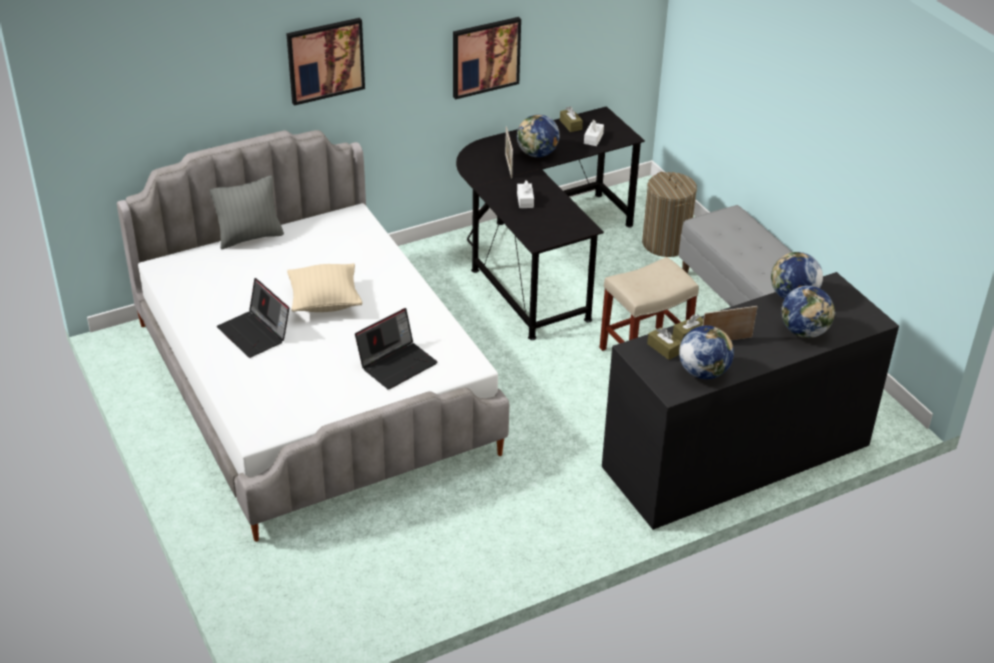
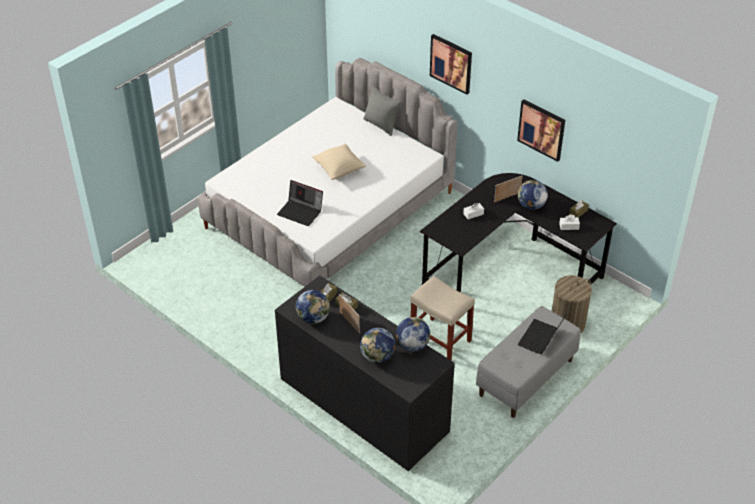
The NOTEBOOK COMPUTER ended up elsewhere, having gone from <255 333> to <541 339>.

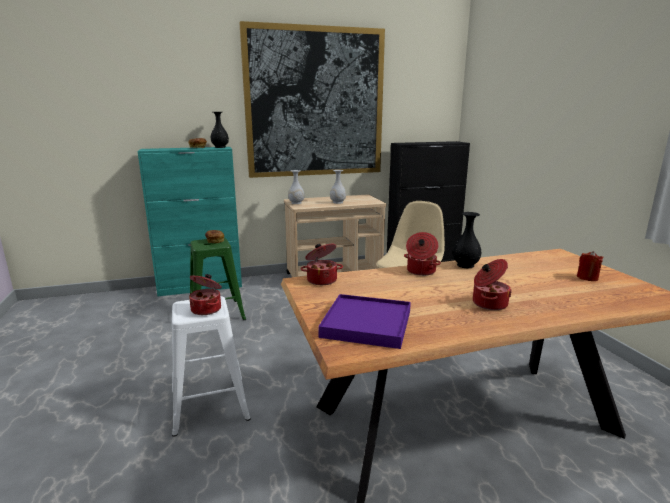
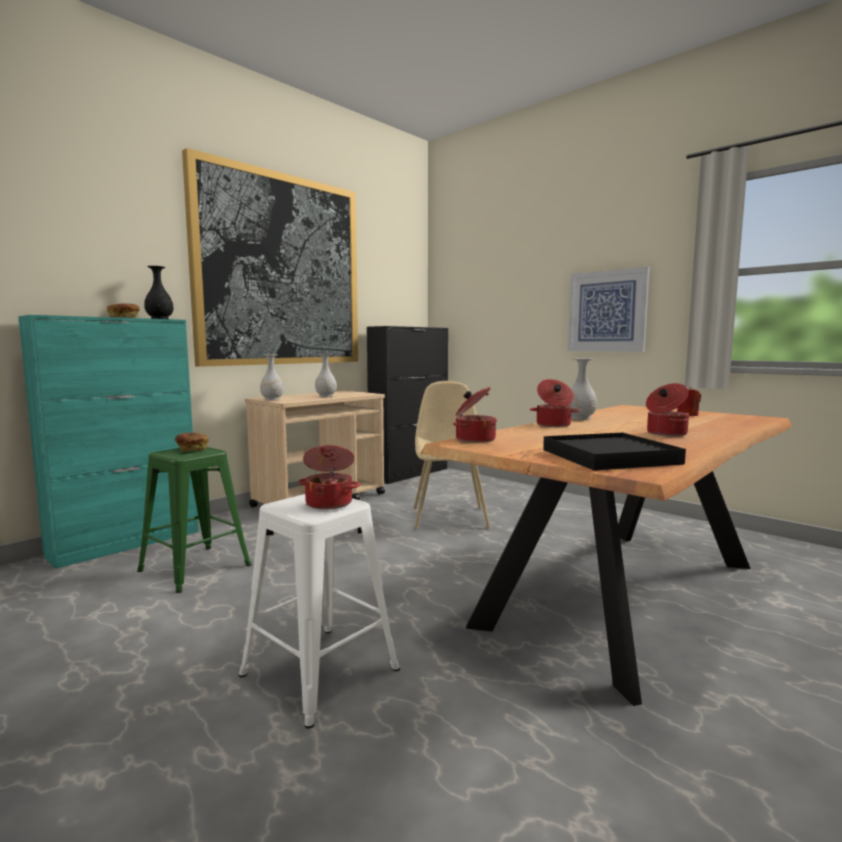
The second view gained the WALL ART at <607 311>.
What was the PURPLISH CARRYING TRAY at <366 324> turned into the BLACK CARRYING TRAY at <609 457>.
What was the BLACK VASE at <465 265> turned into the WHITE VASE at <580 418>.

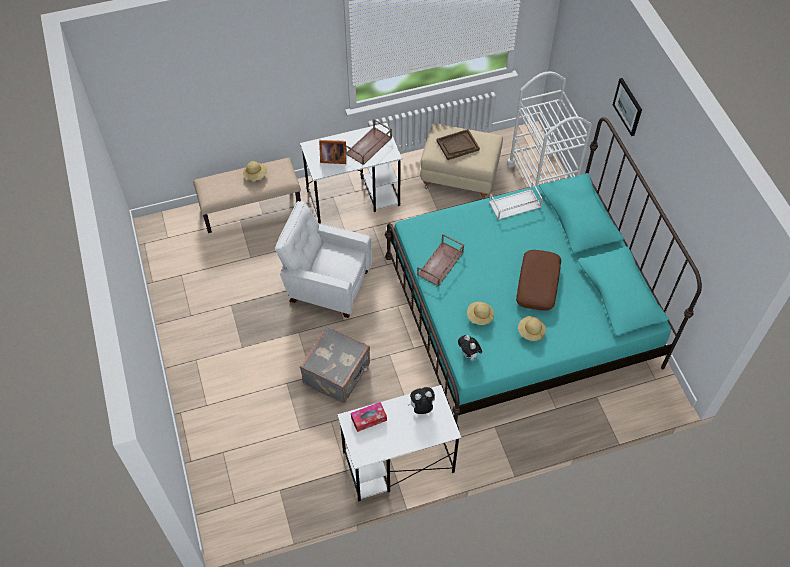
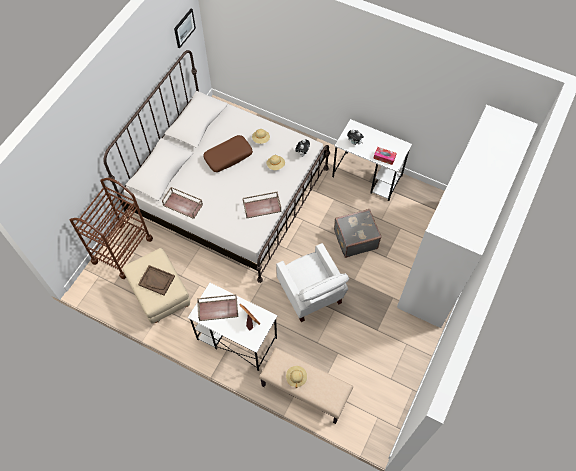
The second view gained the WHITE CLOTHES CUPBOARD at <444 260>.
The WALL ART ended up elsewhere, having gone from <628 106> to <184 28>.
What was the BLUE-GREEN SLEEPING BED at <520 310> turned into the WHITE SLEEPING BED at <228 192>.
What was the WHITE CARRYING TRAY at <514 205> turned into the BROWNISH CARRYING TRAY at <183 205>.
What was the WHITE CART at <541 181> turned into the BROWNISH CART at <122 250>.

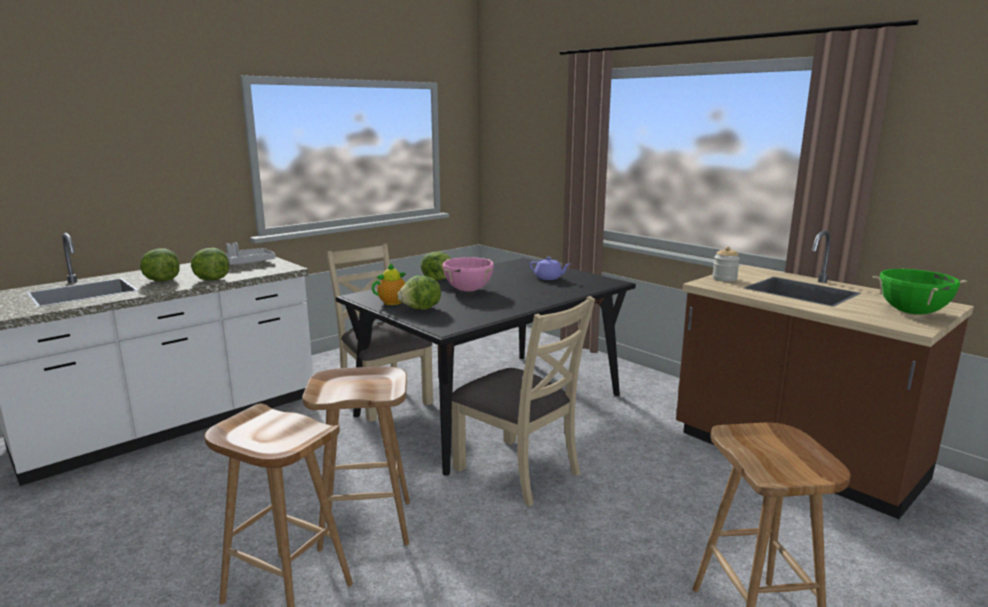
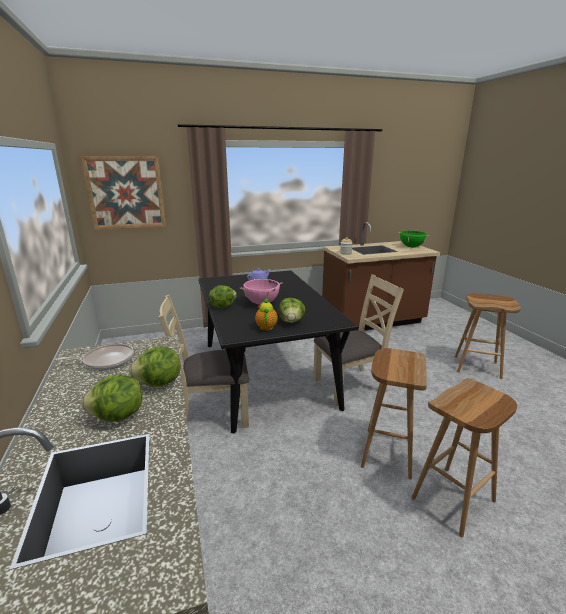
The second view gained the WALL ART at <126 193>.
Where the GREYISH CARRYING TRAY stood at <247 263>, the SKILLET came to stand at <106 361>.

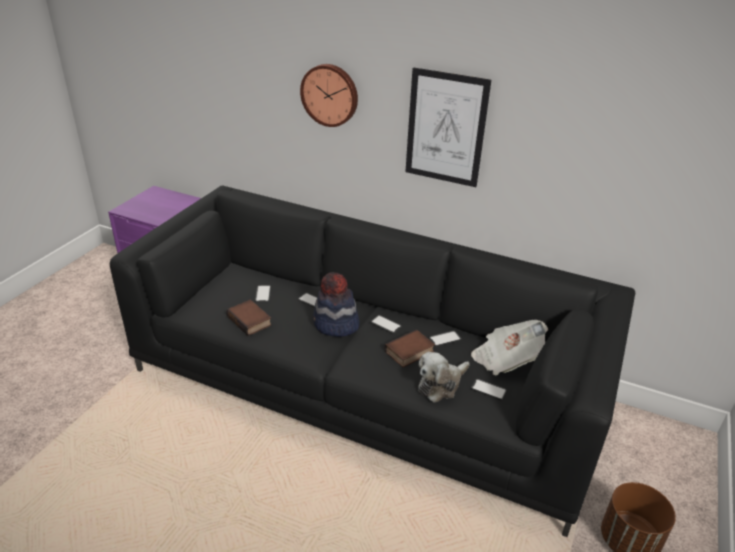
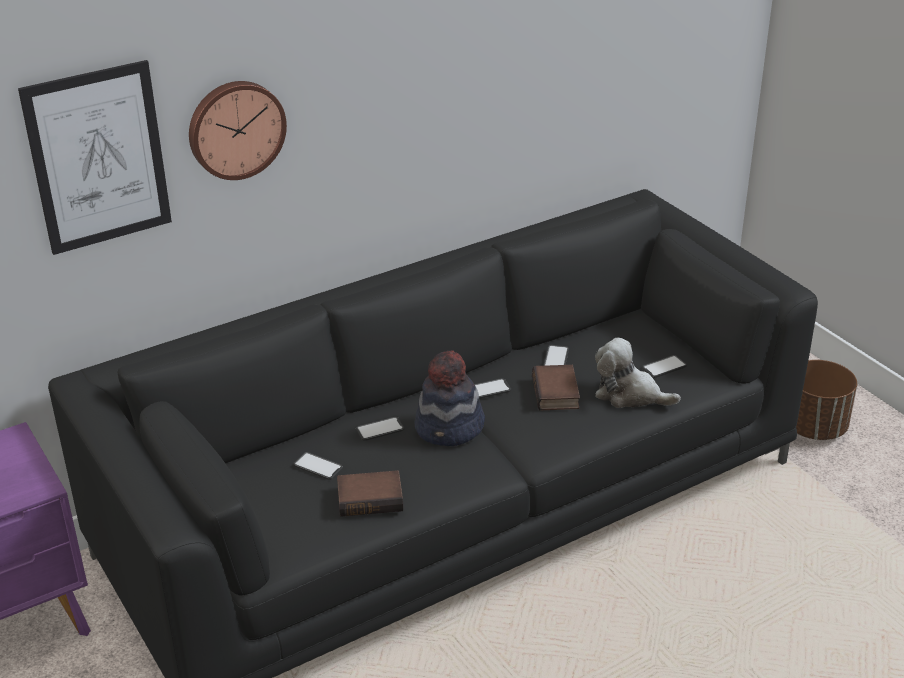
The second view lost the PRINTED PAPER at <506 359>.
The WALL ART ended up elsewhere, having gone from <446 128> to <98 158>.
The PLUSH TOY at <441 385> ended up facing another way, 120 degrees clockwise from before.

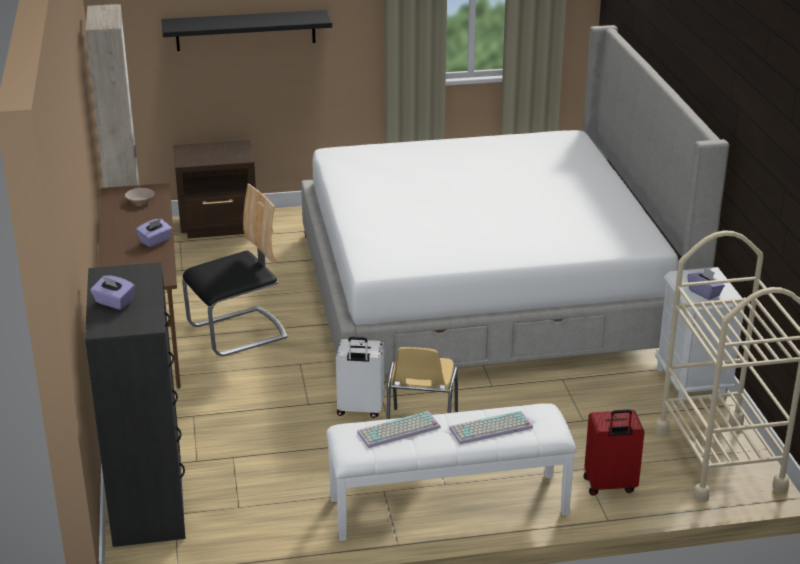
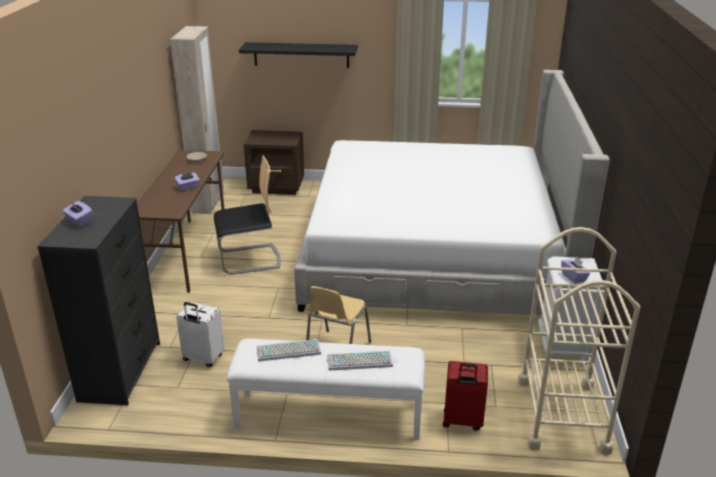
The WHITE TRAVEL CASE ended up elsewhere, having gone from <360 410> to <203 358>.

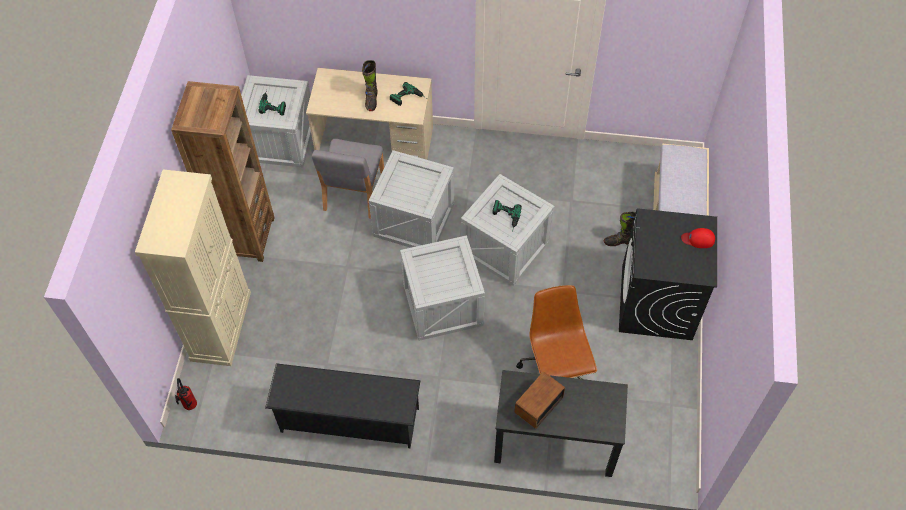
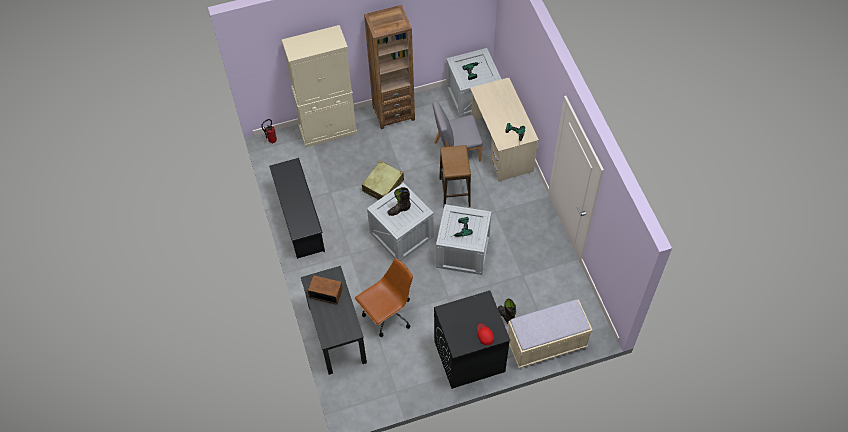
The second view gained the BEIGE TRAVEL CASE at <383 185>.
The BLACK HIGH-TOP BOOT ended up elsewhere, having gone from <371 100> to <399 210>.
Where the CRATE stood at <414 220>, the STOOL came to stand at <454 192>.

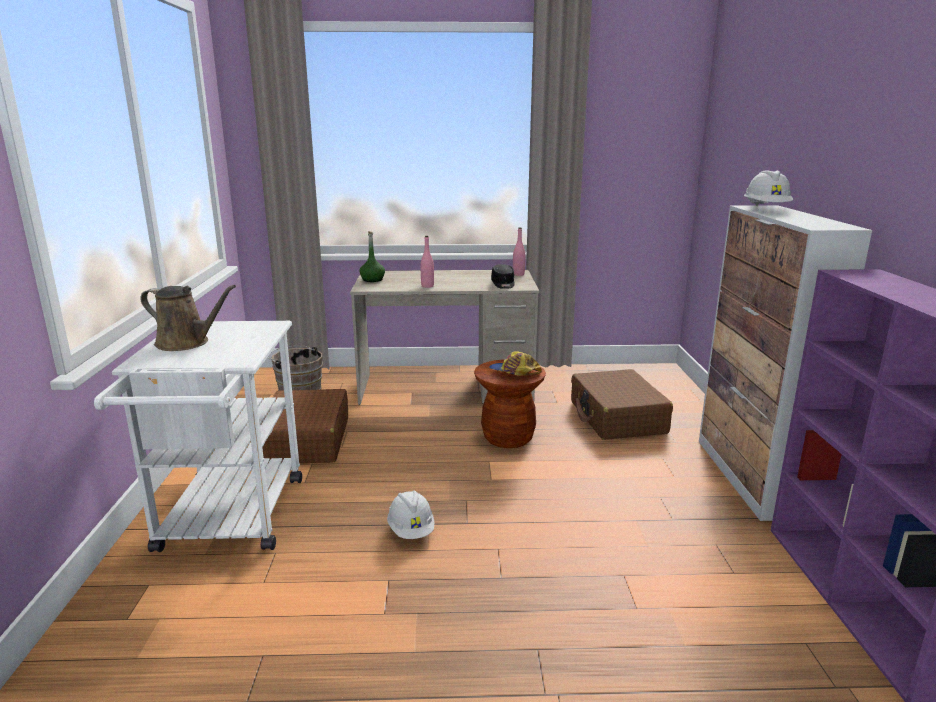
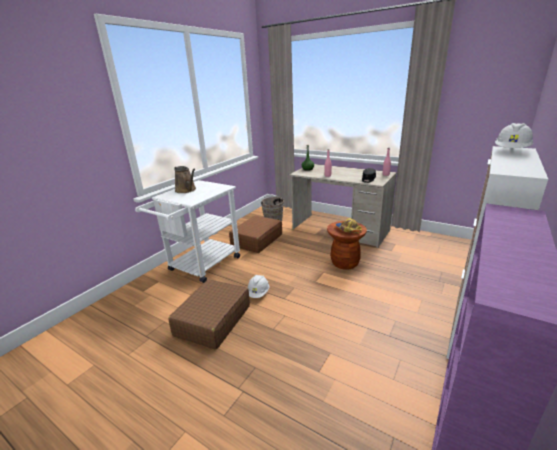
The BROWNISH TRAVEL CASE ended up elsewhere, having gone from <617 417> to <213 320>.

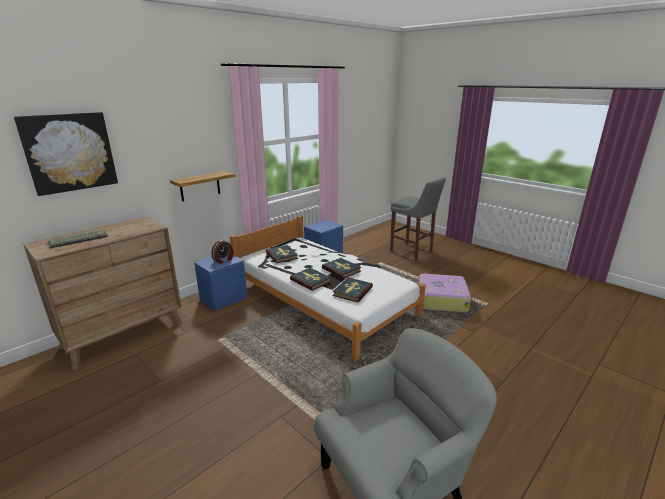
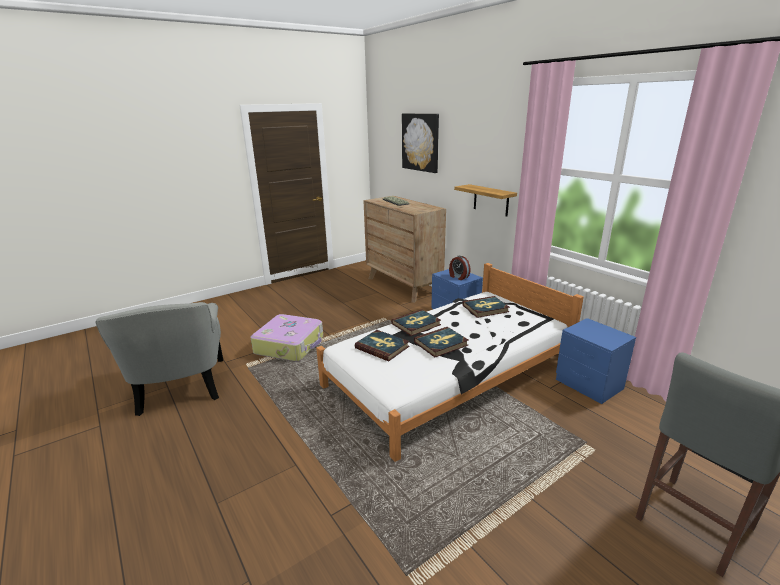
The TRAVEL CASE ended up elsewhere, having gone from <441 299> to <290 345>.

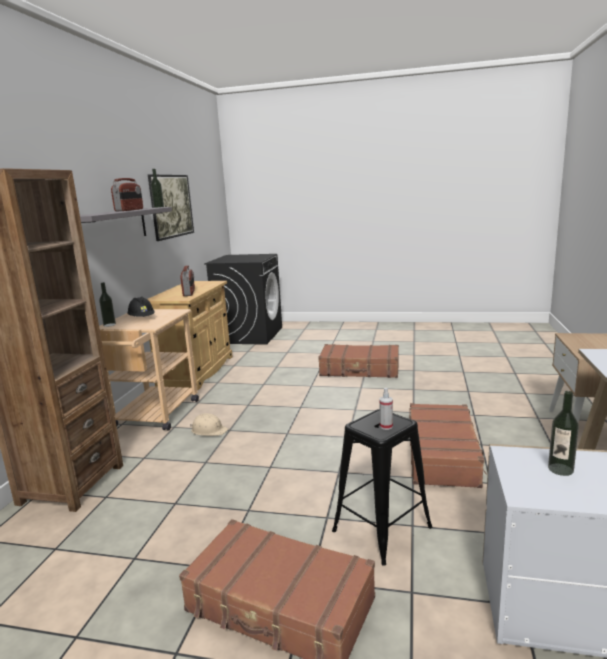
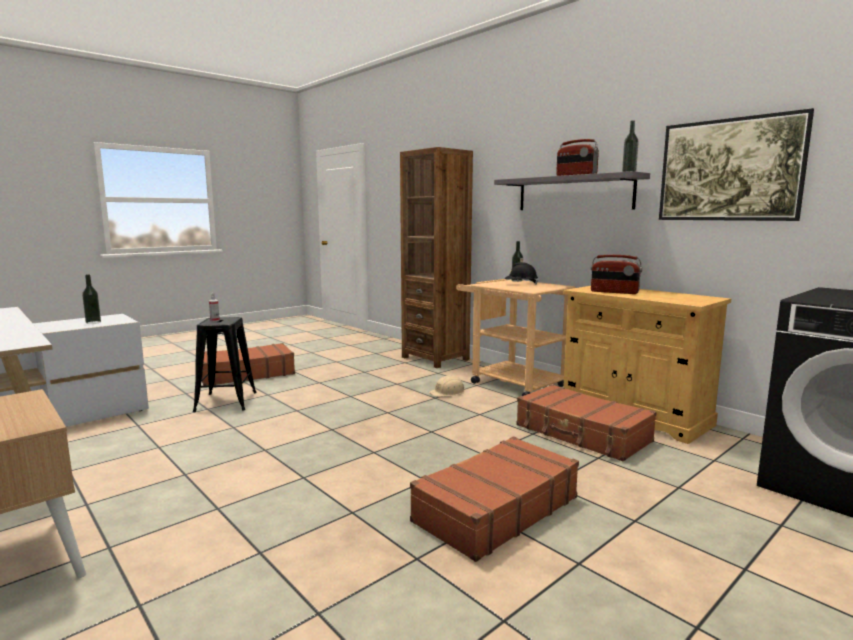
The BROWNISH TRAVEL CASE ended up elsewhere, having gone from <443 454> to <582 434>.

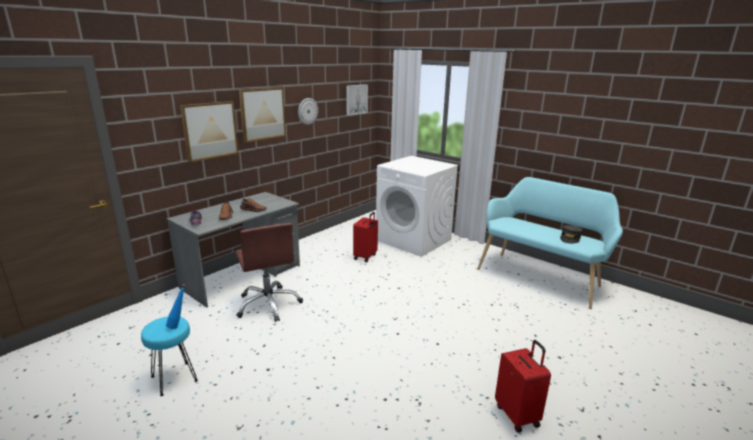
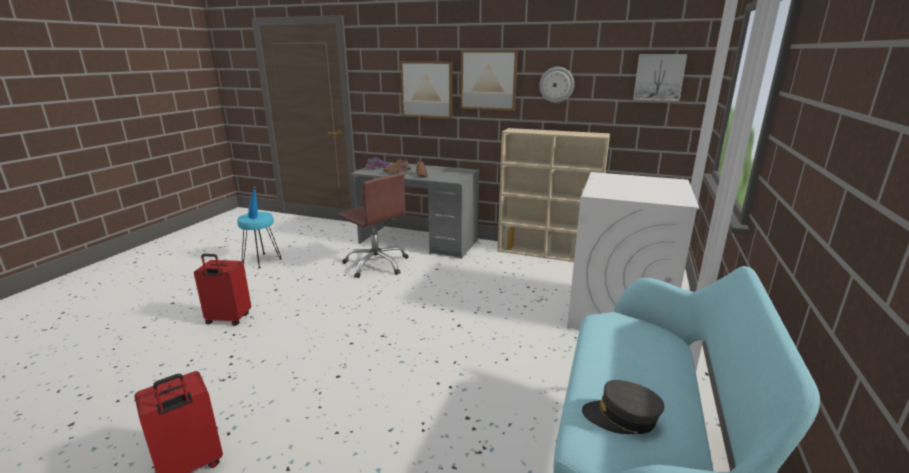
The second view gained the BEIGE SHELVING UNIT at <547 253>.
The RED TRAVEL CASE ended up elsewhere, having gone from <366 257> to <228 320>.
The BROWNISH COMPUTER CHAIR at <269 304> ended up facing another way, 90 degrees counterclockwise from before.

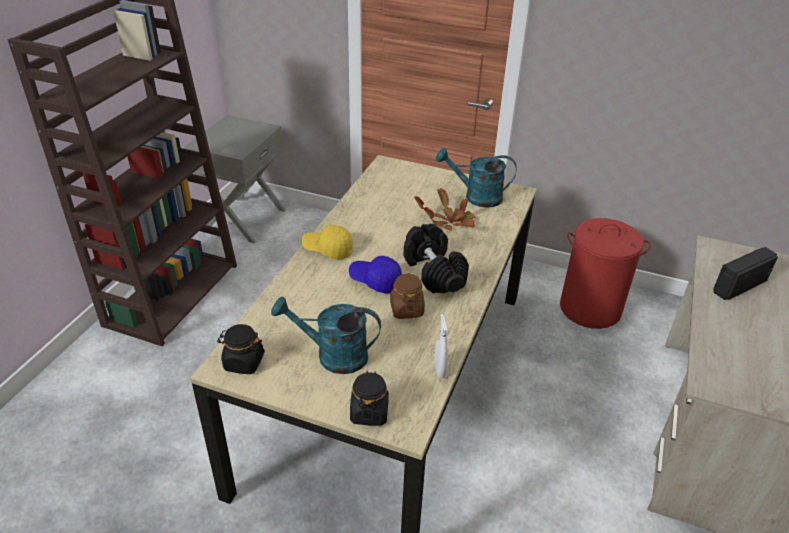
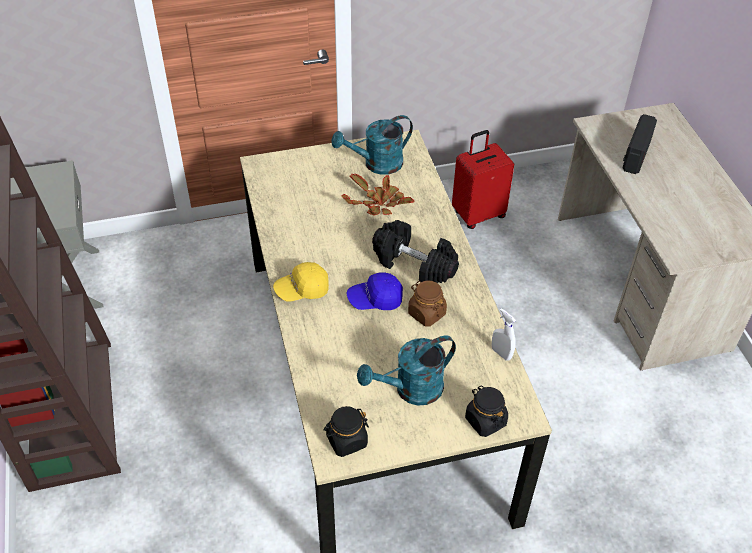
Where the RED HAMPER stood at <590 308>, the RED TRAVEL CASE came to stand at <478 214>.

